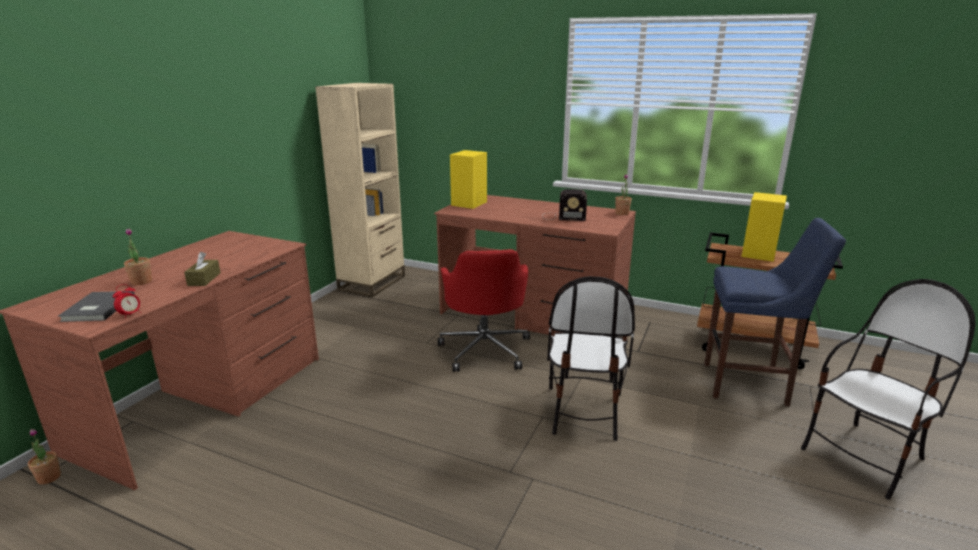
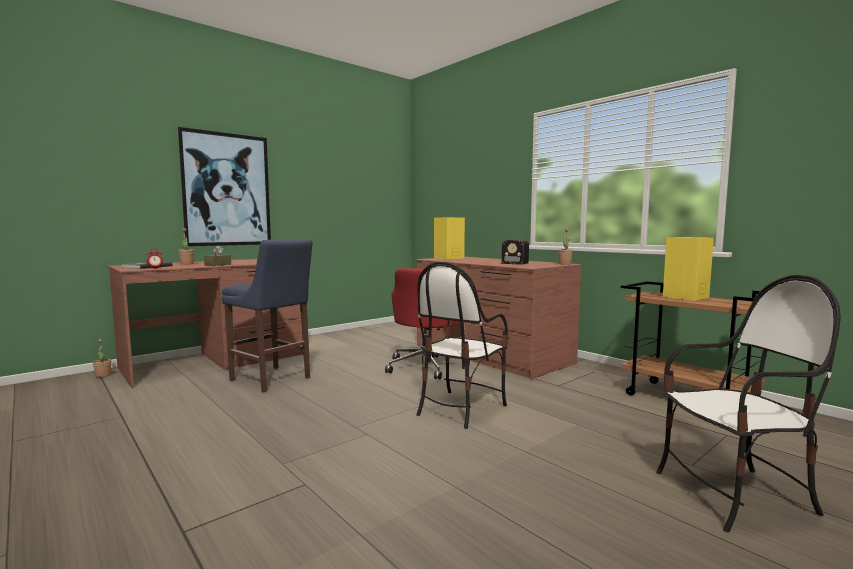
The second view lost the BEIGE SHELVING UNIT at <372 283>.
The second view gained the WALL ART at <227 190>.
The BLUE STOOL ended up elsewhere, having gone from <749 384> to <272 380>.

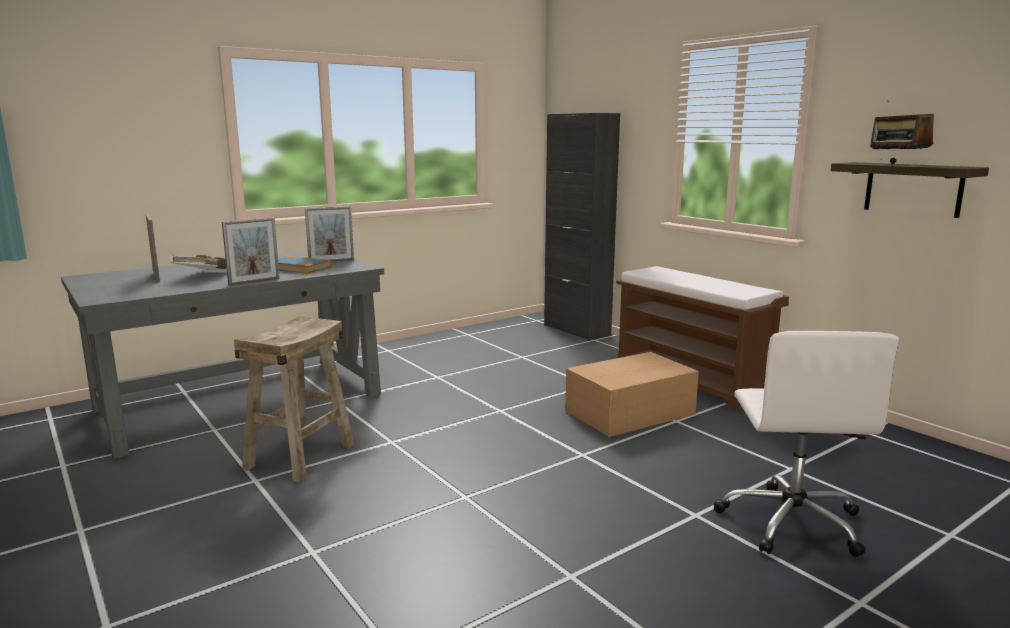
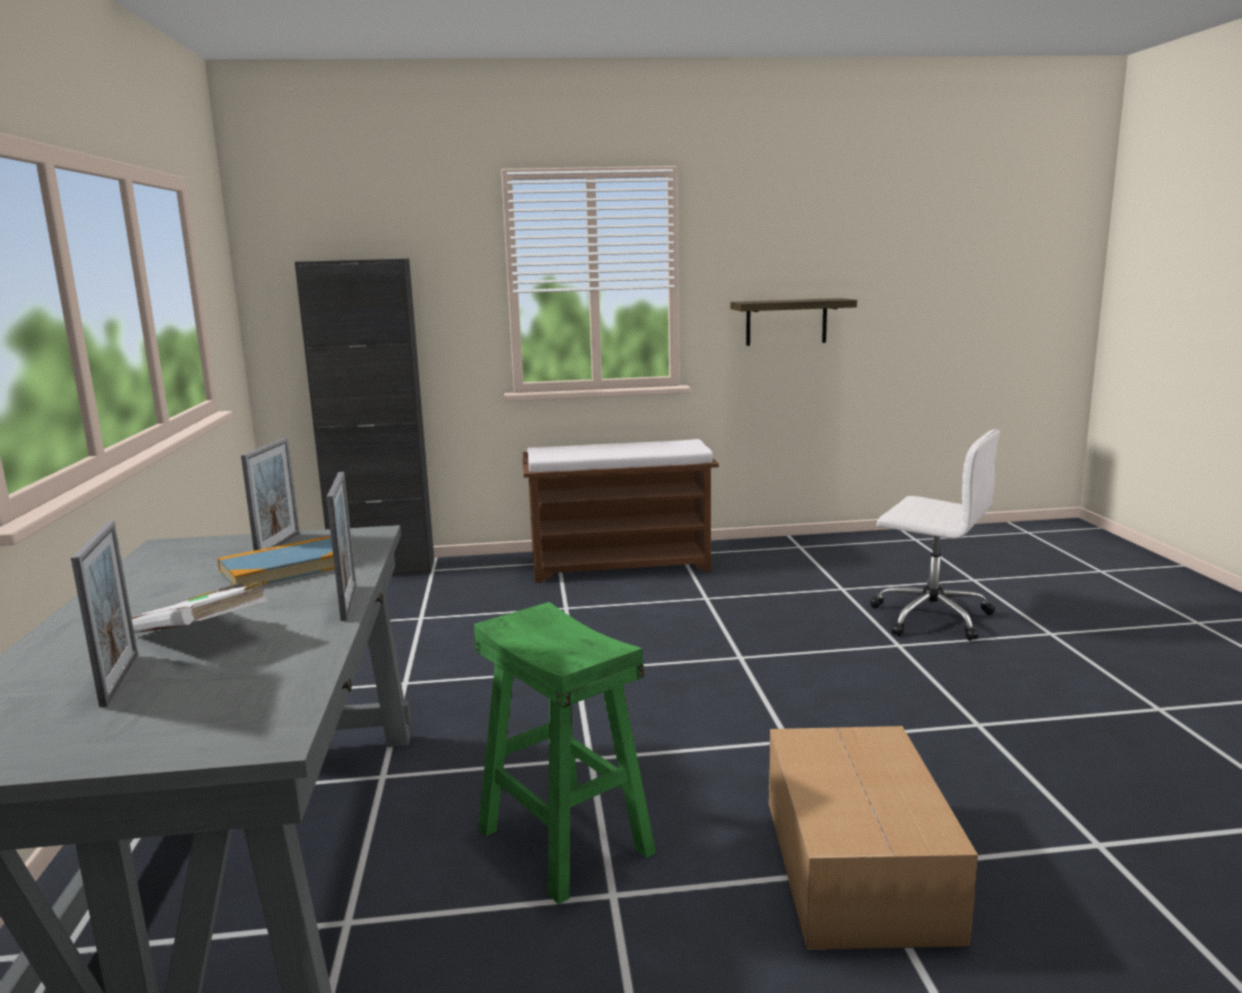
The second view lost the RADIO at <896 164>.
The PACKING BOX ended up elsewhere, having gone from <632 412> to <858 864>.
What was the BEIGE STOOL at <300 456> turned into the GREEN STOOL at <566 840>.
The PHOTO FRAME at <156 277> ended up facing another way, 75 degrees clockwise from before.

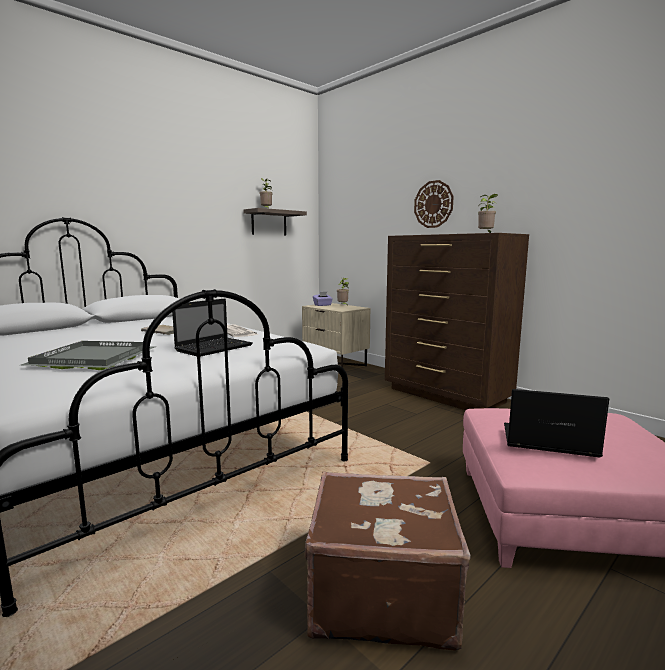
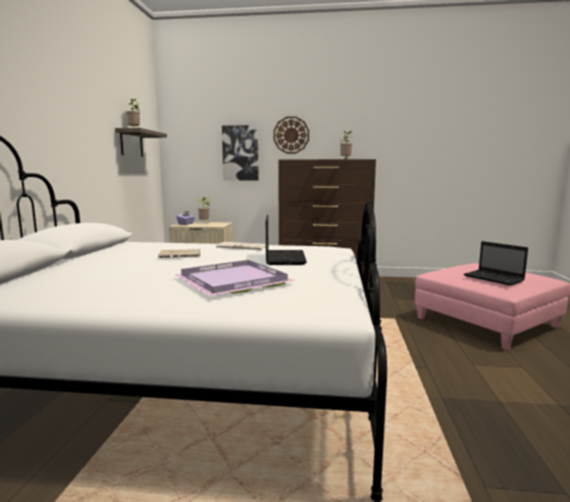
The second view lost the BROWNISH TRAVEL CASE at <380 591>.
The second view gained the WALL ART at <240 153>.
What was the GREYISH CARRYING TRAY at <94 359> turned into the PURPLISH CARRYING TRAY at <235 281>.
The NOTEBOOK COMPUTER at <546 442> ended up facing another way, 105 degrees counterclockwise from before.

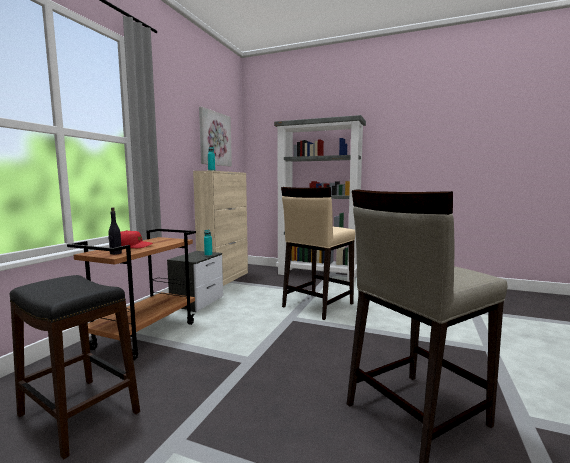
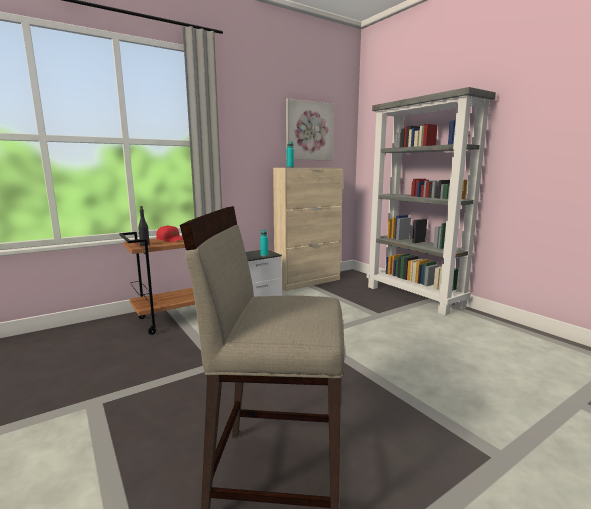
The second view lost the BLACK STOOL at <79 413>.
The second view lost the BEIGE STOOL at <317 305>.

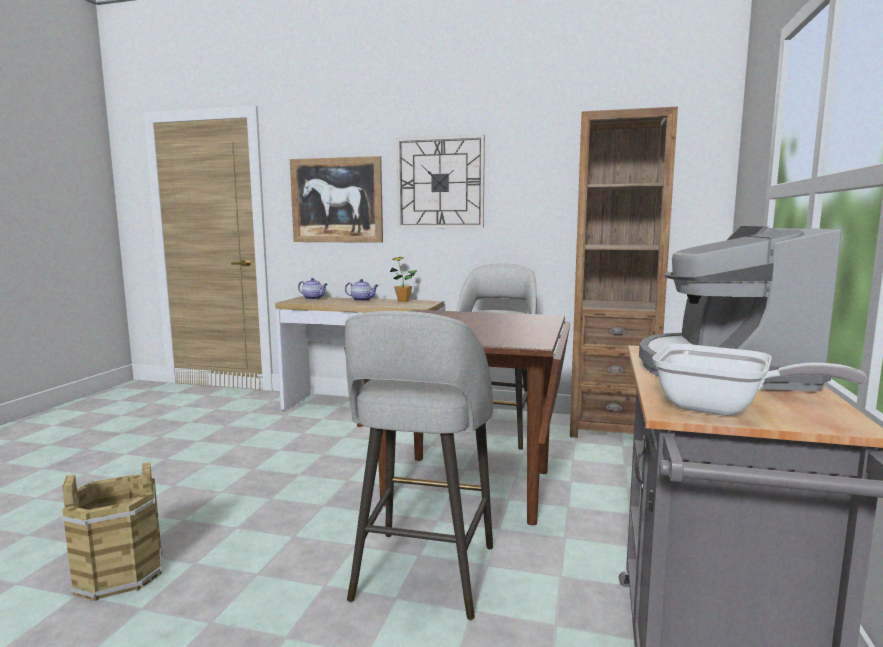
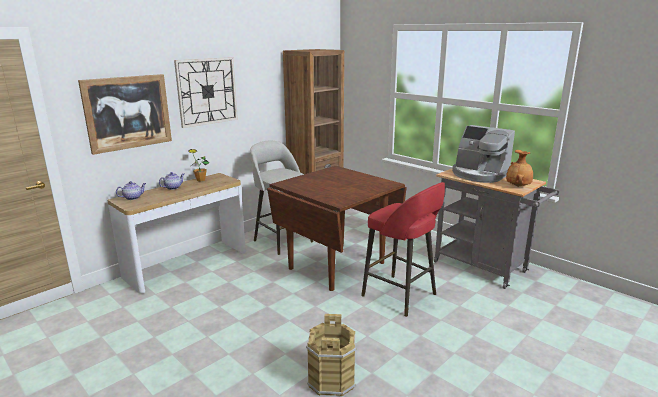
Where the SKILLET stood at <723 409>, the BROWNISH VASE came to stand at <518 186>.
What was the GREYISH STOOL at <423 575> turned into the RED STOOL at <400 296>.

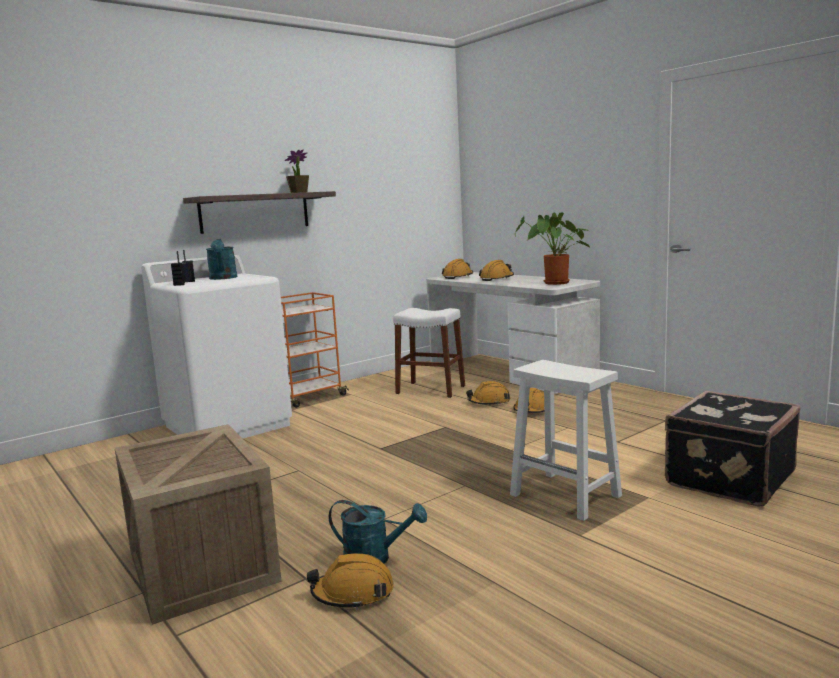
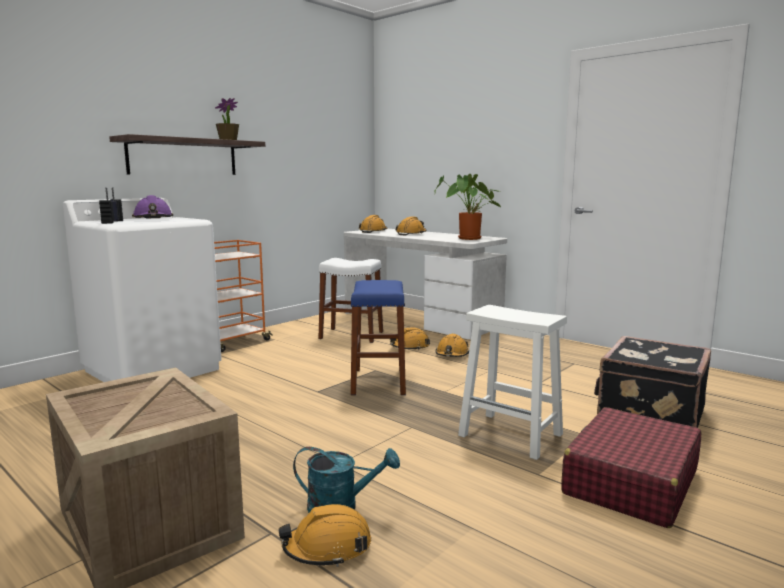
The second view gained the BLUE STOOL at <378 382>.
The second view gained the RED TRAVEL CASE at <630 482>.
Where the BLUE-GREEN WATERING POT stood at <223 278>, the PURPLISH WORK HELMET came to stand at <153 219>.

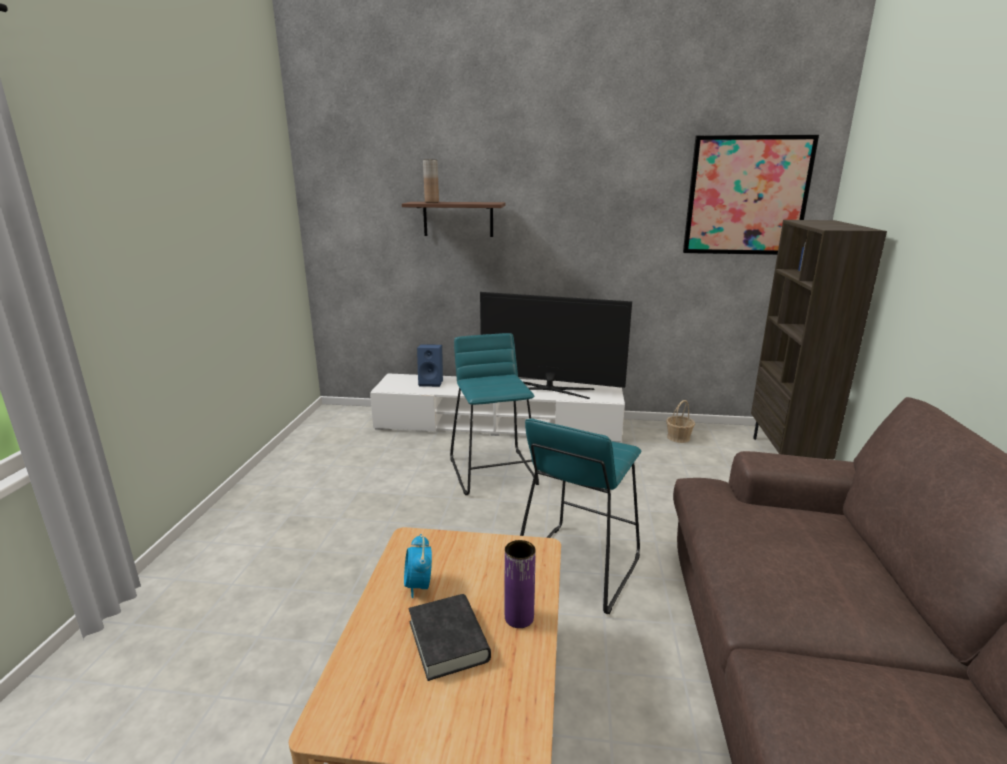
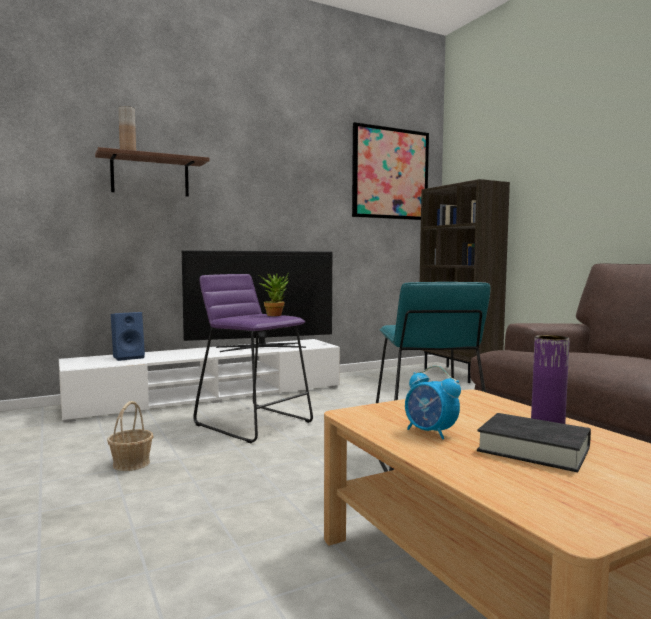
The second view gained the PLANT IN A POT at <275 315>.
The BASKET ended up elsewhere, having gone from <678 437> to <131 463>.
What was the BLUE-GREEN STOOL at <494 471> turned into the PURPLISH STOOL at <254 423>.

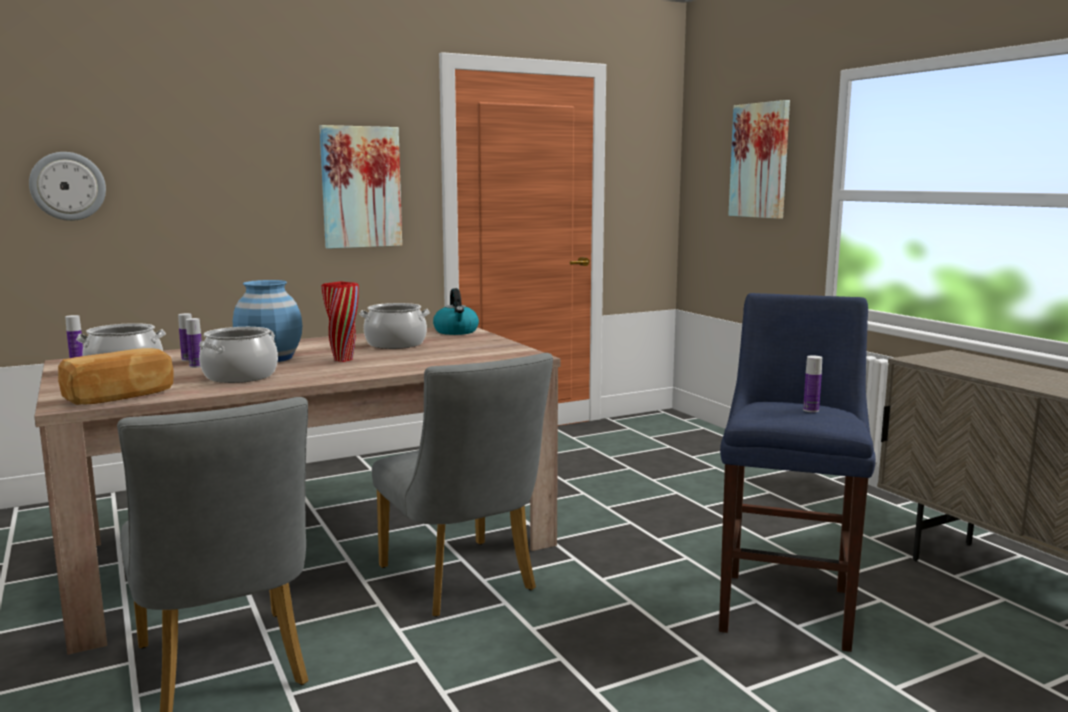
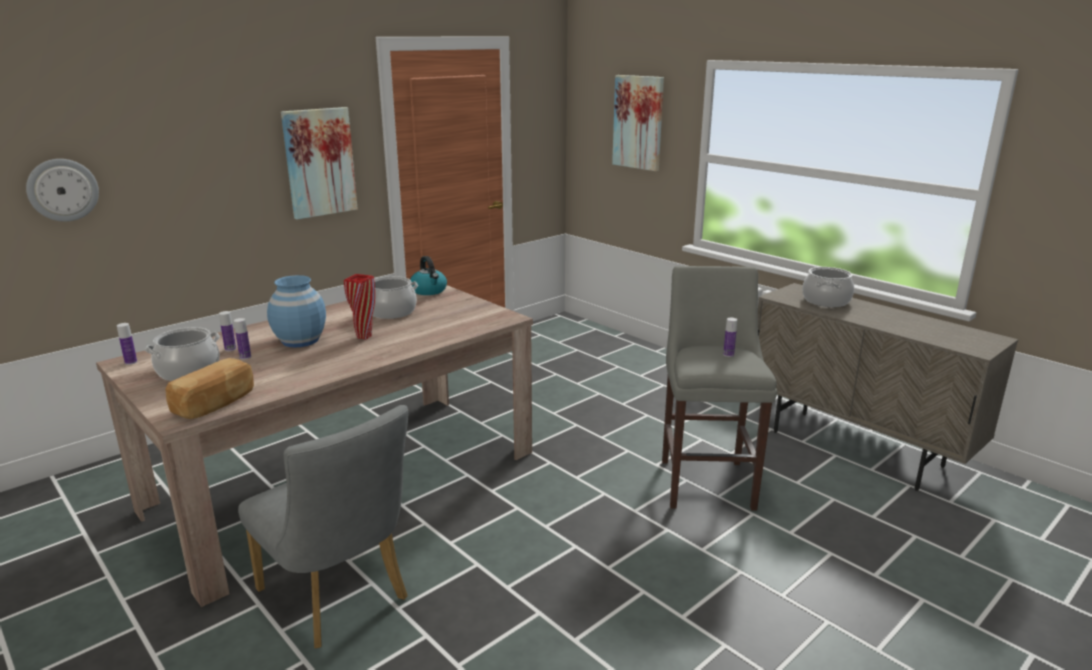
The second view lost the GREYISH PLAIN CHAIR at <463 582>.
The STOCKPOT ended up elsewhere, having gone from <240 376> to <826 301>.
What was the BLUE STOOL at <786 605> turned into the GREYISH STOOL at <706 481>.

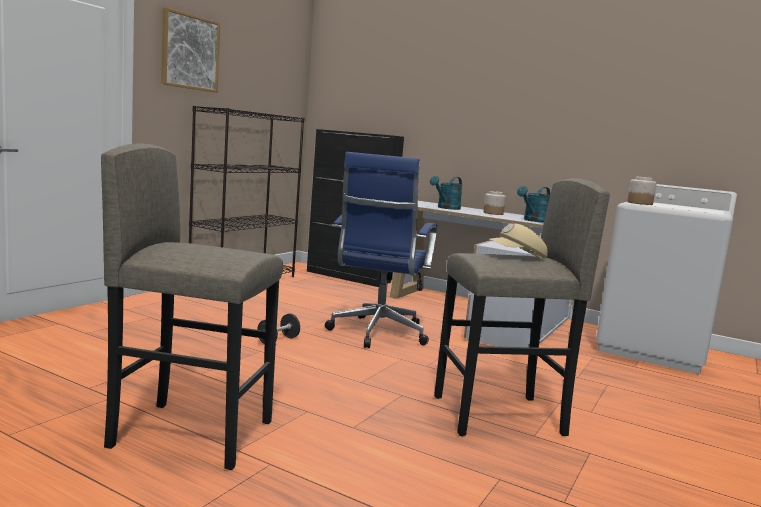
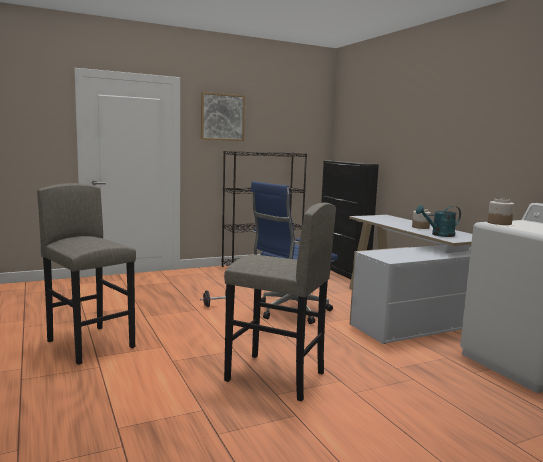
The second view lost the BLUE-GREEN WATERING POT at <446 208>.
The second view lost the BEIGE PEAKED CAP at <517 257>.

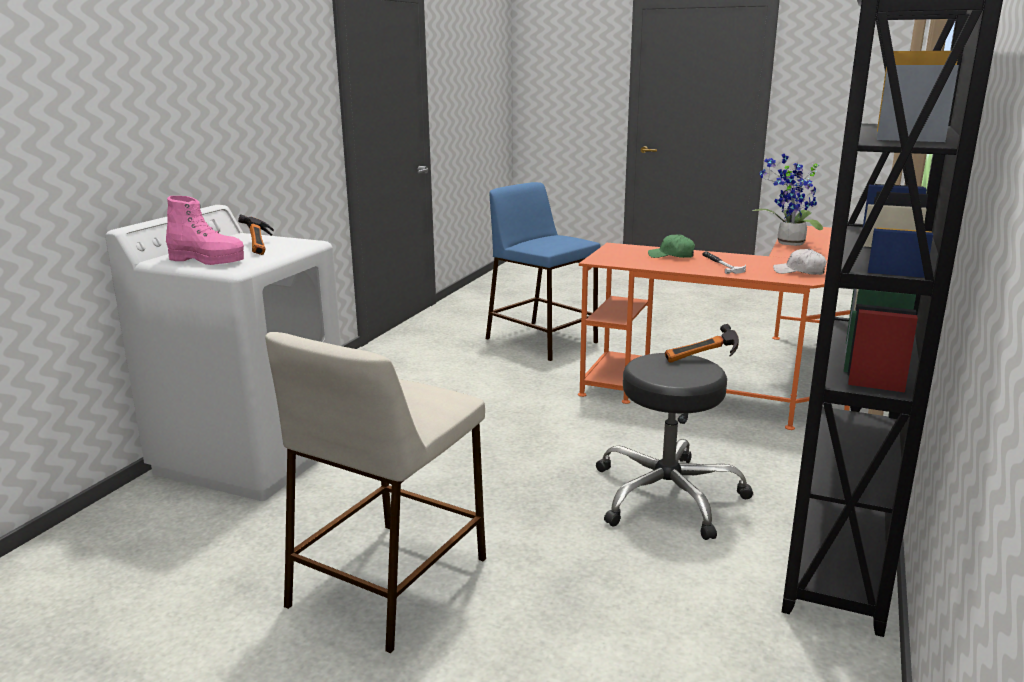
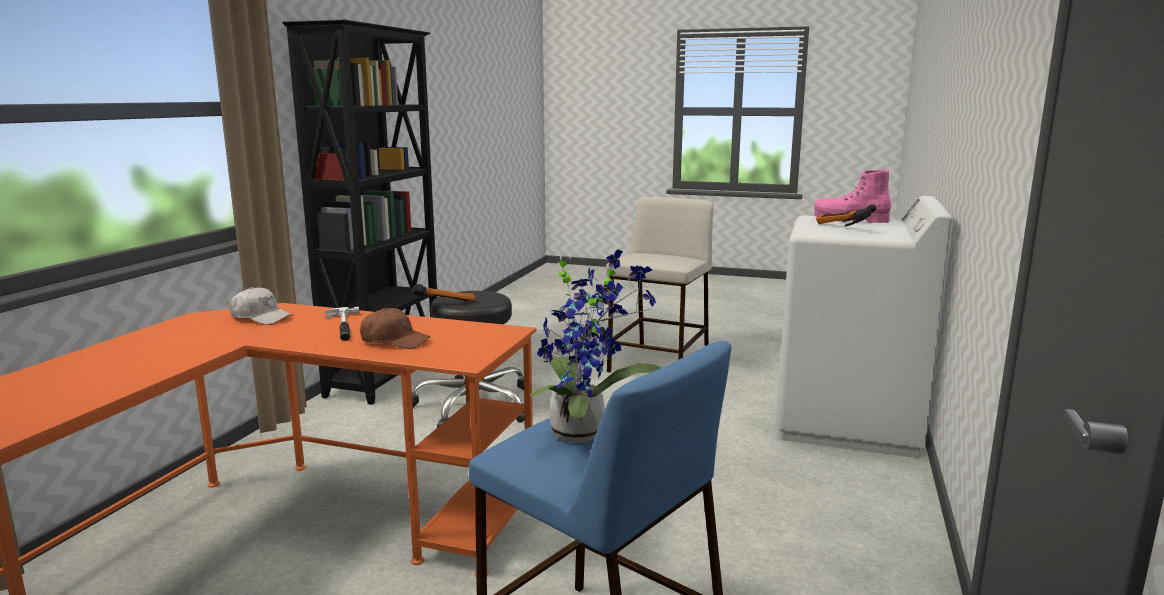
The PLANT IN A POT ended up elsewhere, having gone from <787 244> to <584 431>.
What was the GREEN PEAKED CAP at <671 256> turned into the BROWNISH PEAKED CAP at <395 341>.

